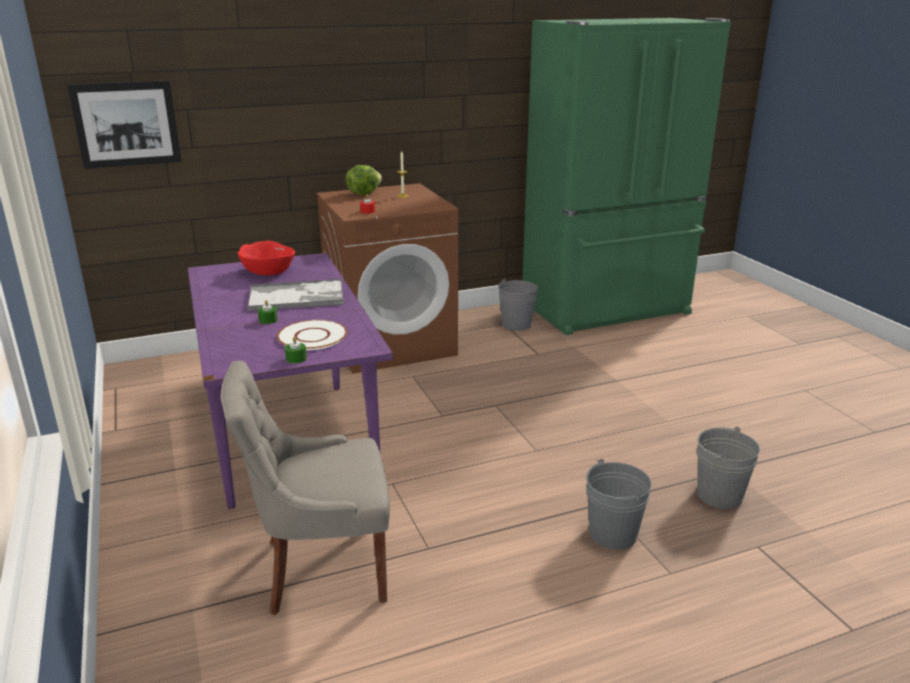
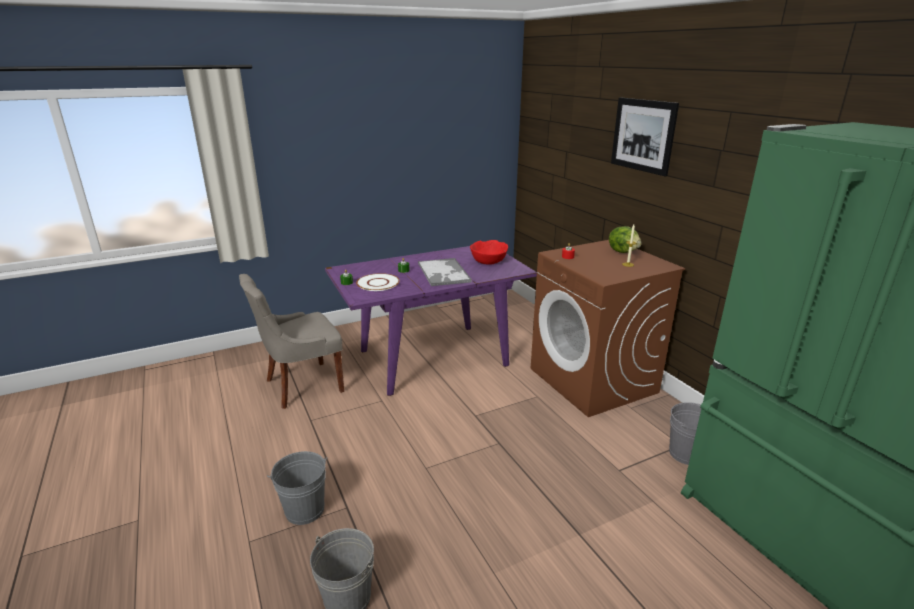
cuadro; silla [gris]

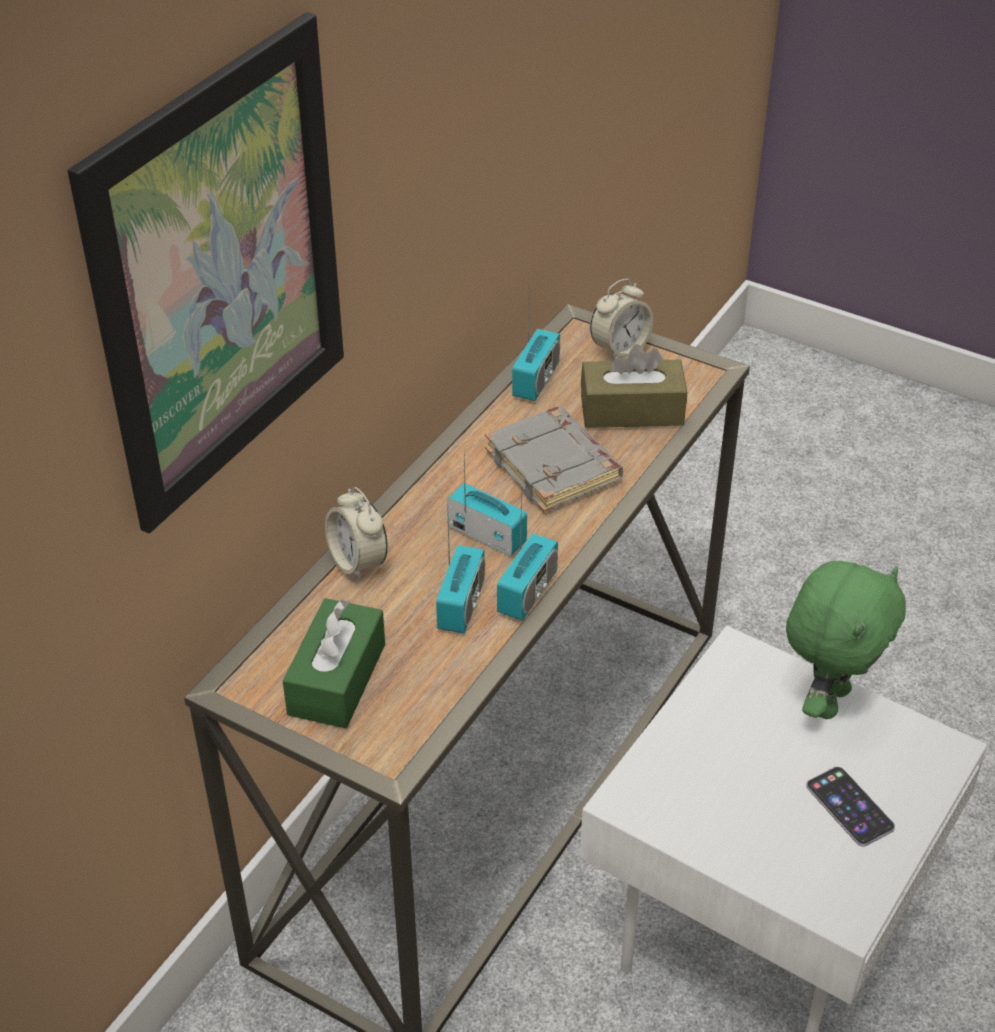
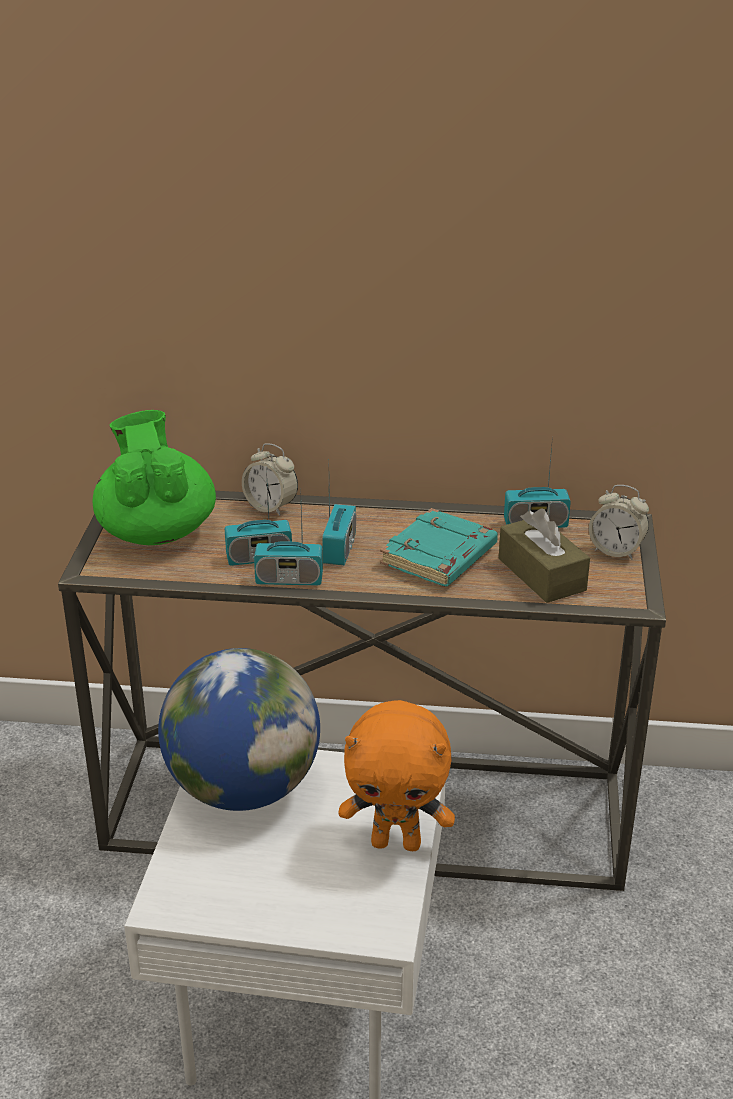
cuadro; libro [turquesa]; despertador (no. 1 from left); peluche [naranja]; tetera [verde]; móvil; globo terráqueo

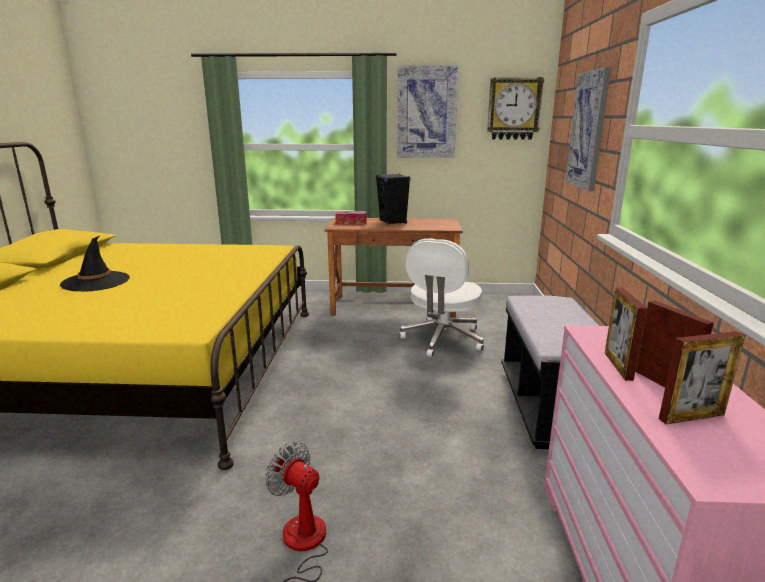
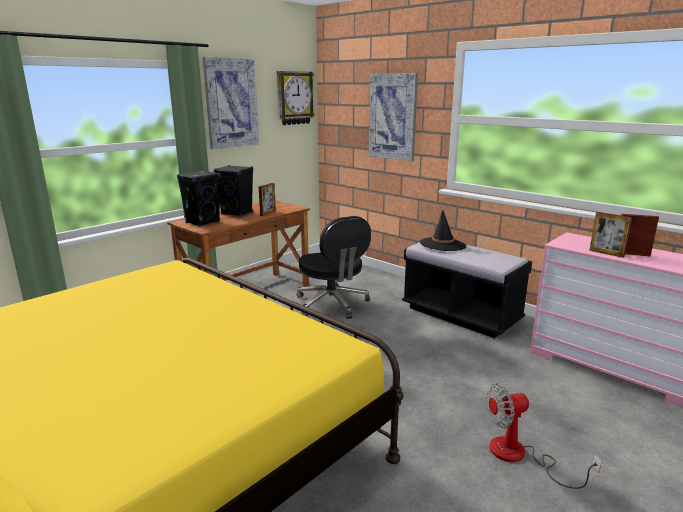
altavoz [negro] (no. 1 from left); sombrero [negro]; silla de oficina [negro]; portarretratos (no. 1 from left)

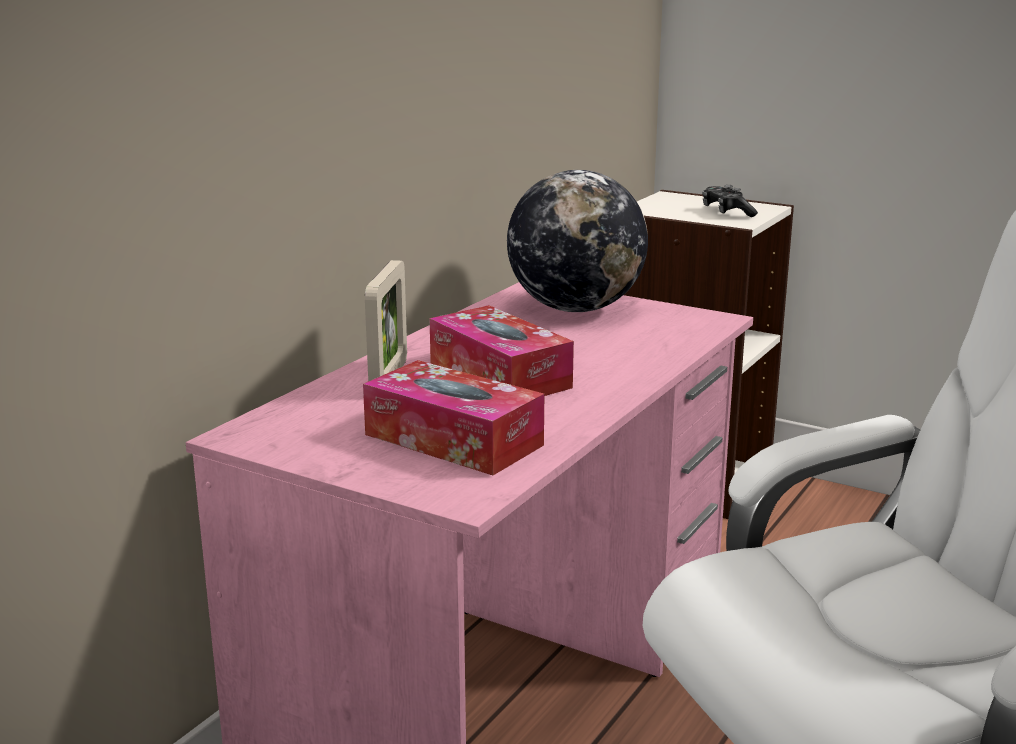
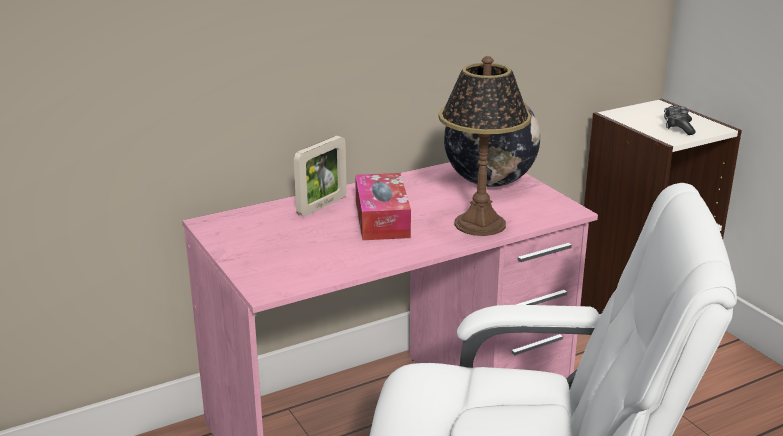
caja de pañuelos (no. 1 from left in the first image); lámpara de mesa

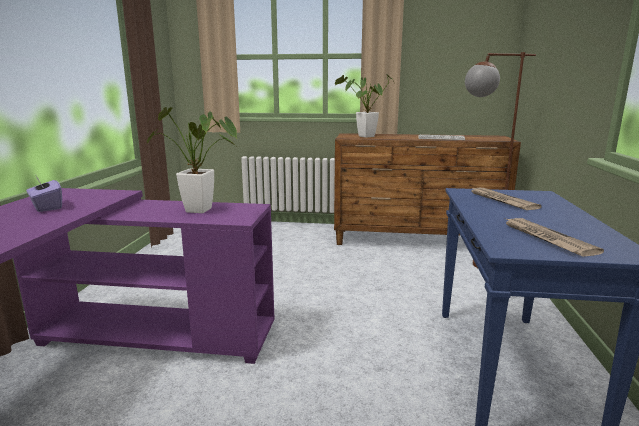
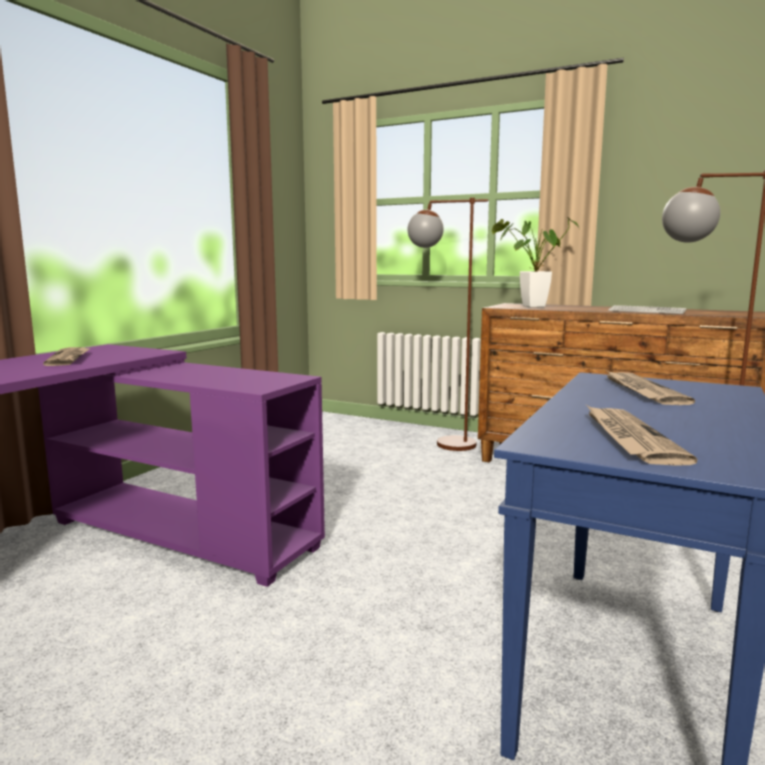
planta en maceta (no. 1 from left in the first image); periódico (no. 1 from left); lámpara de pie [marrón] (no. 1 from left)

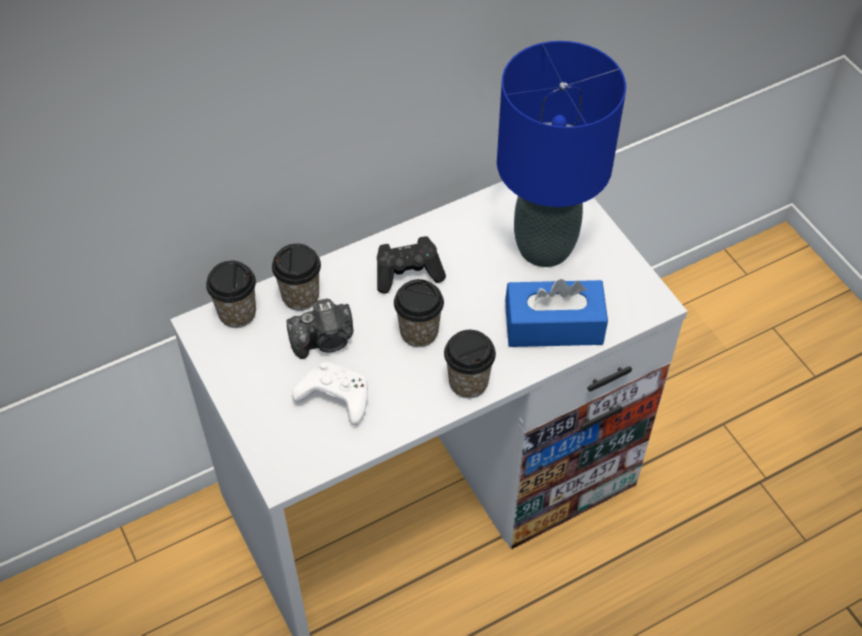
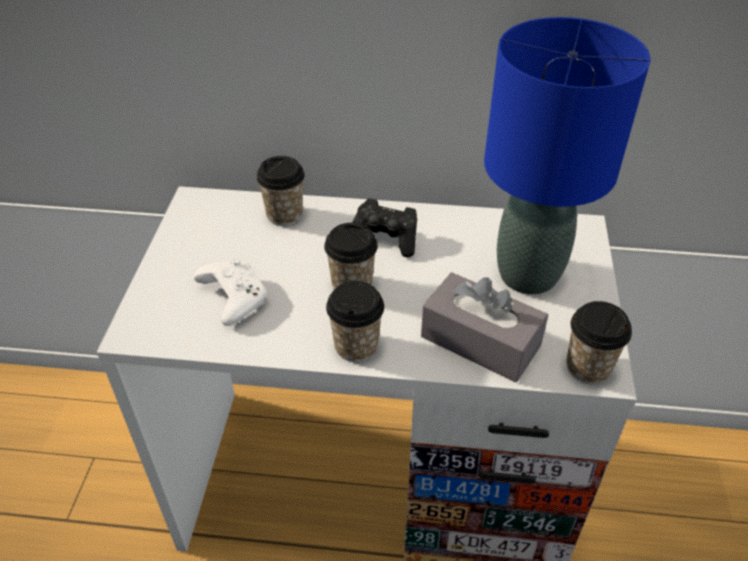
taza (no. 4 from left); caja de pañuelos [gris]; cámara

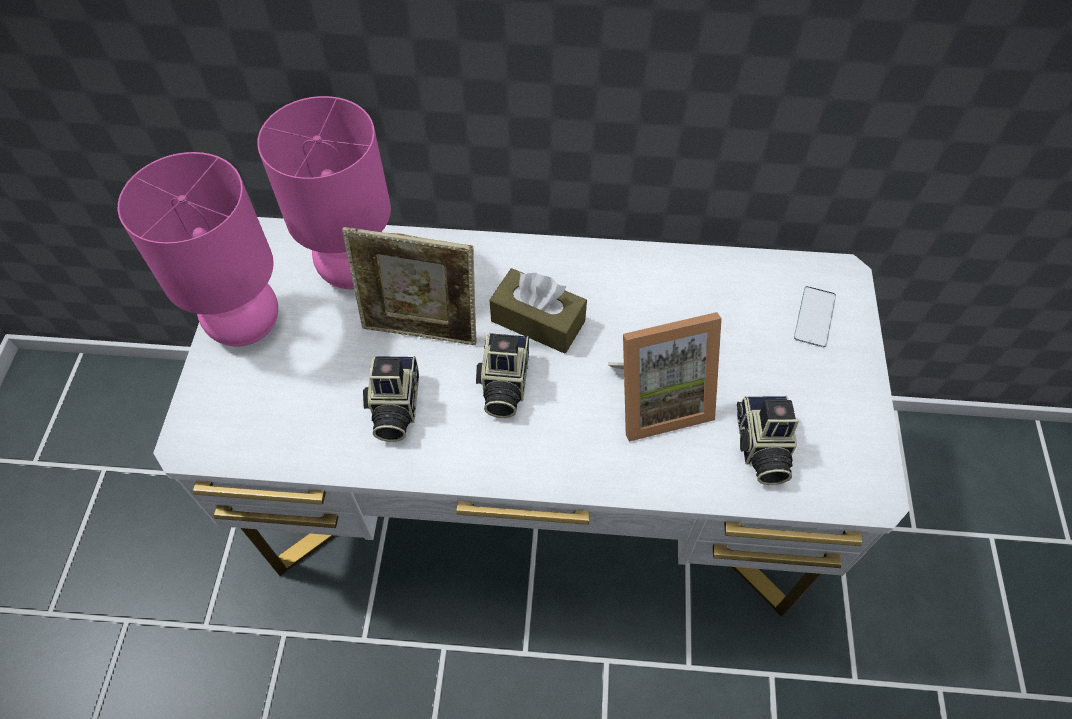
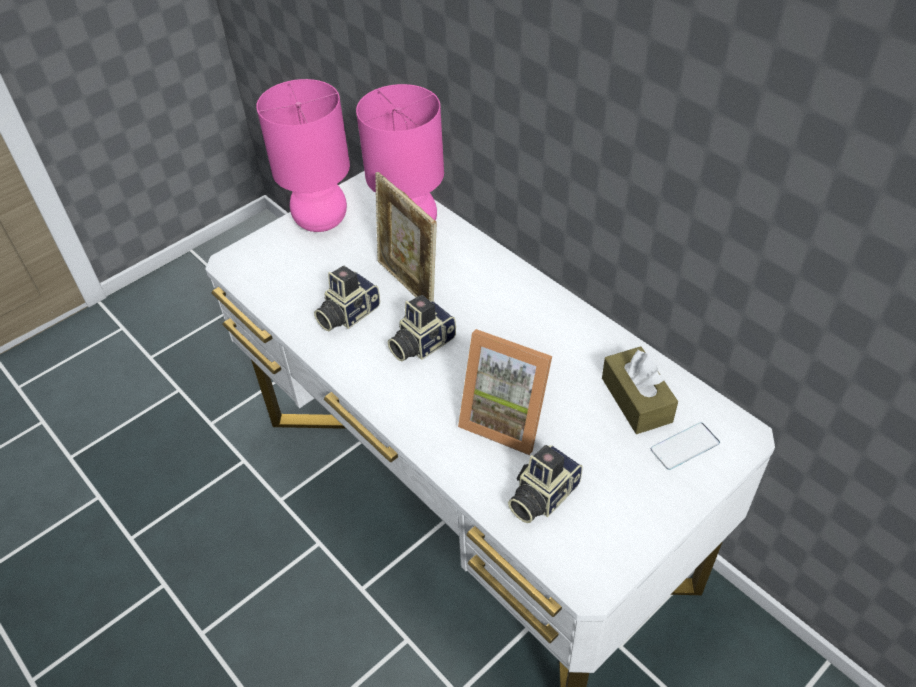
caja de pañuelos [marrón]

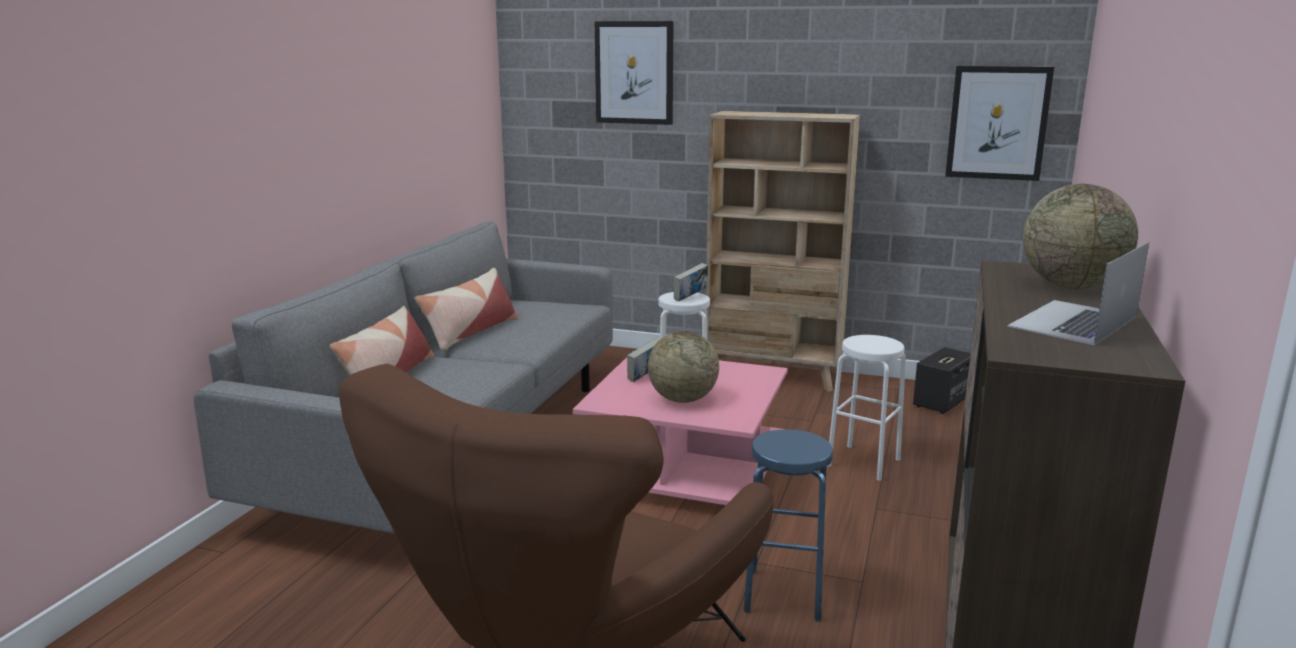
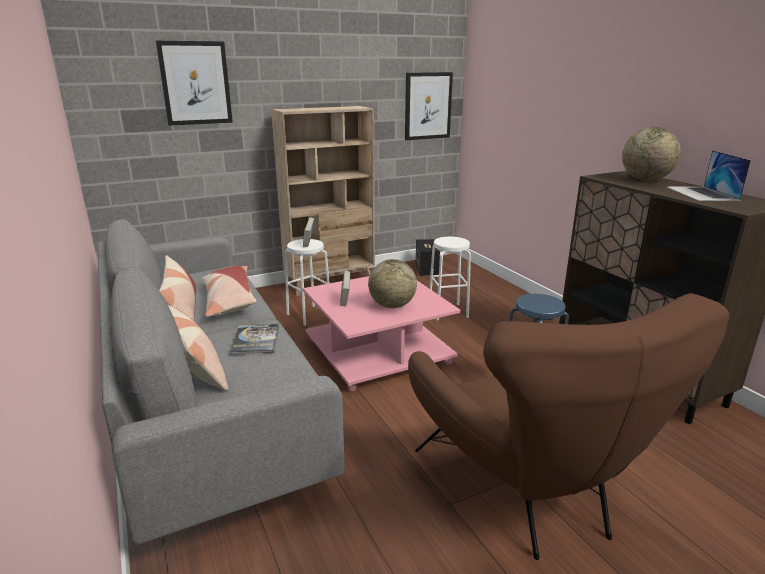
cojín (no. 3 from left); libro (no. 1 from left)

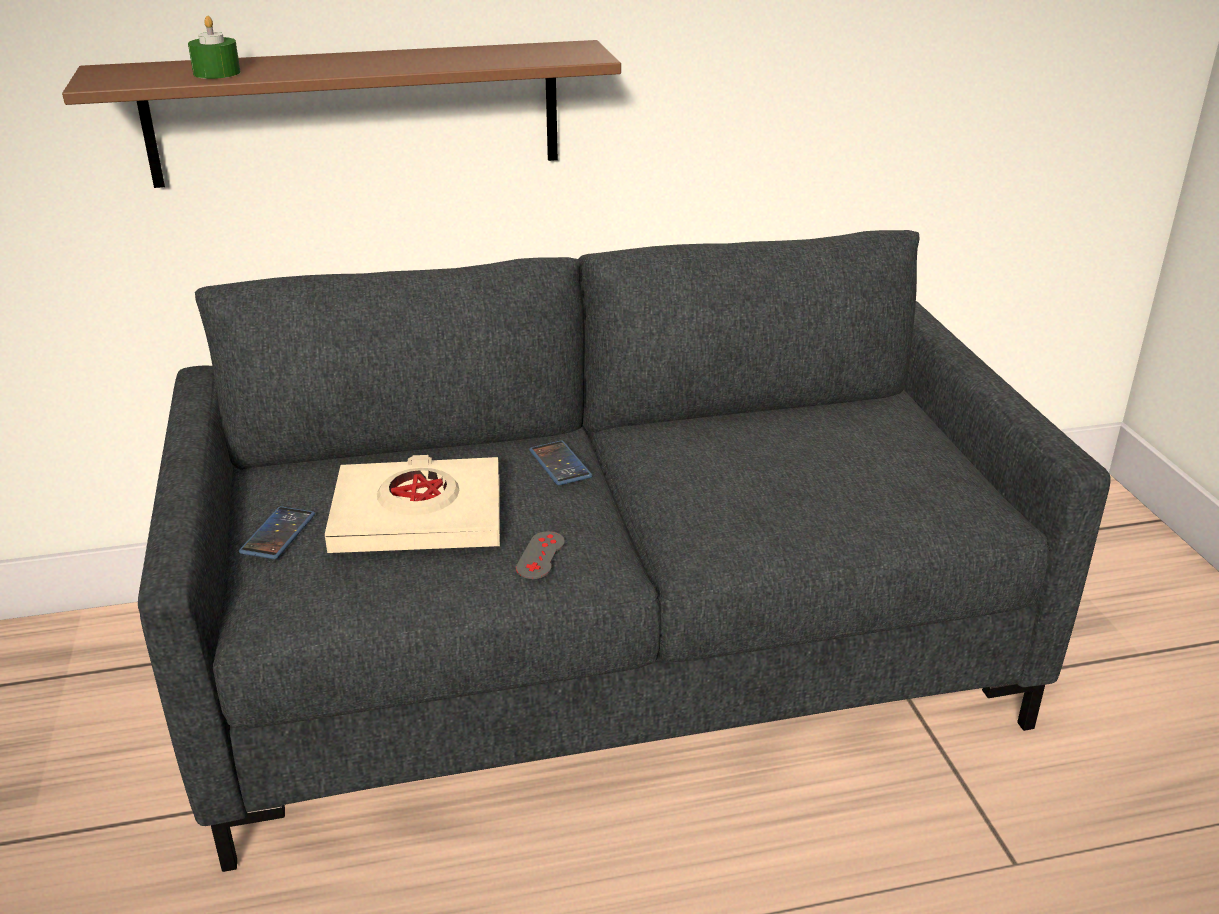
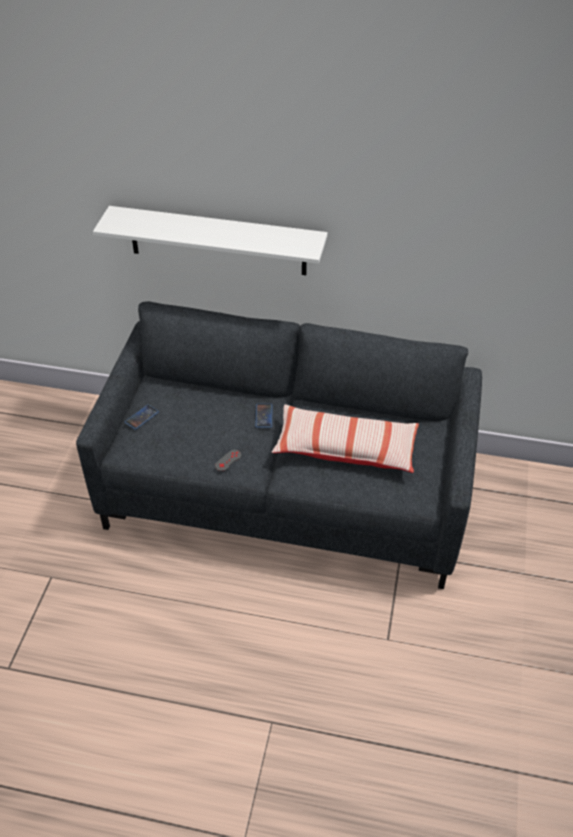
vela [verde]; estante [blanco]; libro [beis]; cojín

